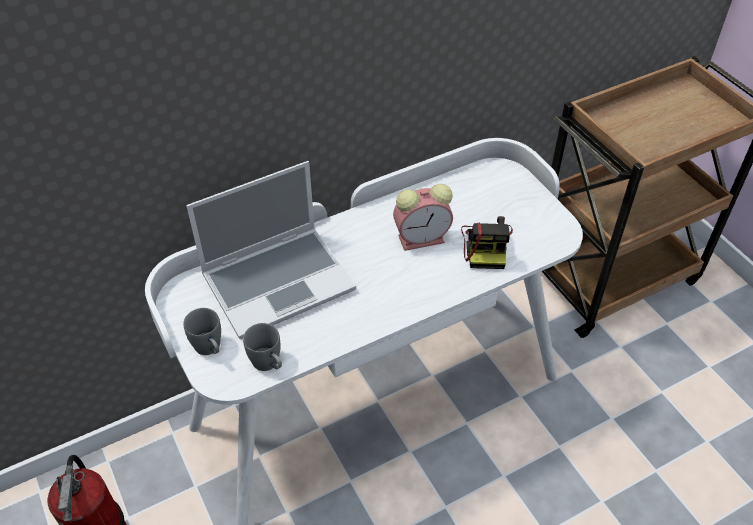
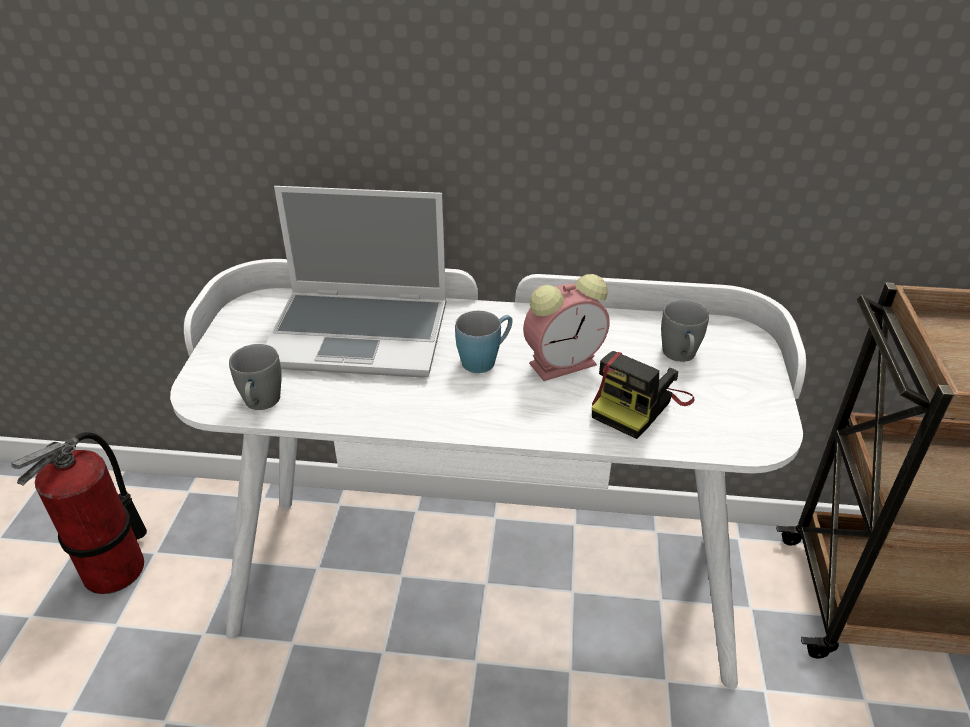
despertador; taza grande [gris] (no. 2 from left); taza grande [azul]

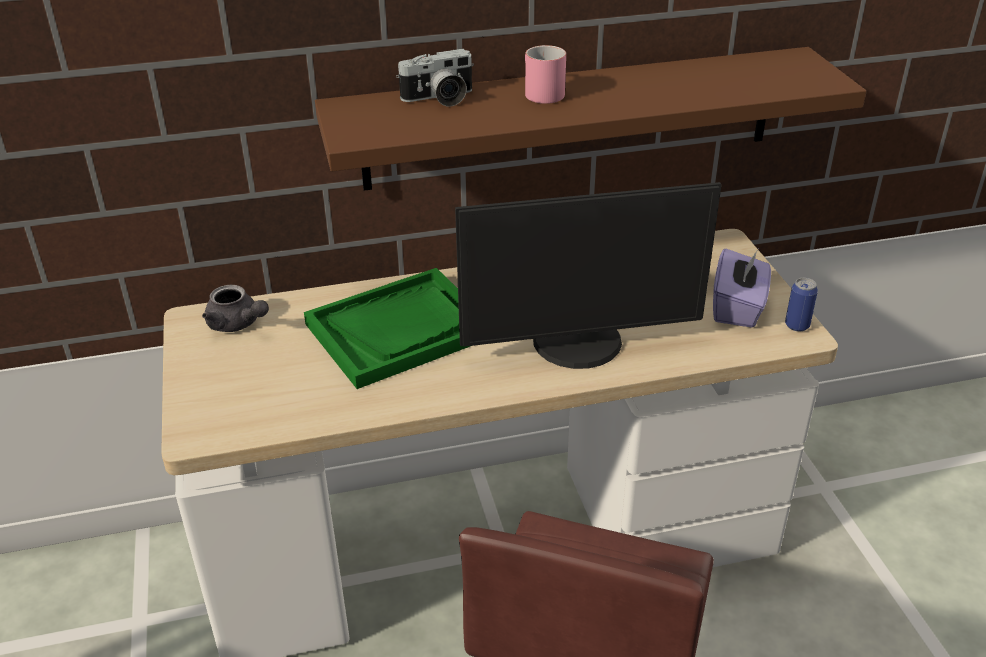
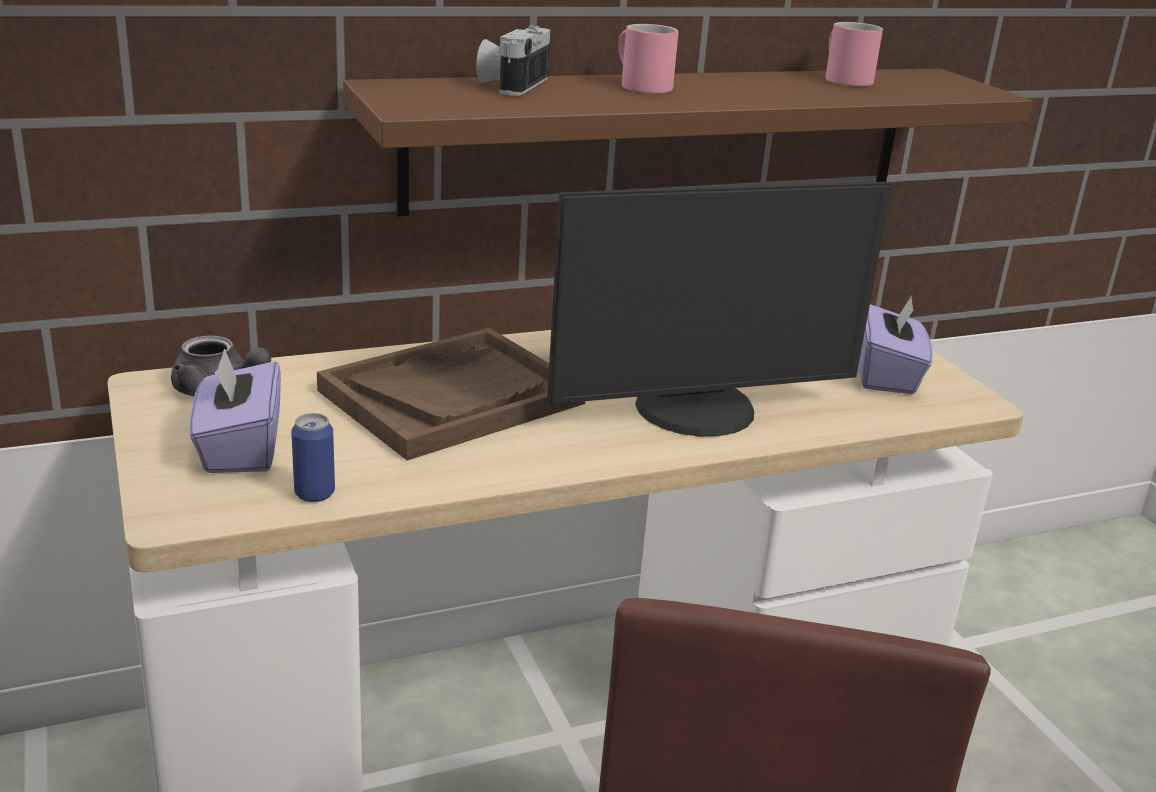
cámara; bandeja [marrón]; lata; taza grande [rosa] (no. 2 from left); caja de pañuelos [morado] (no. 1 from left)

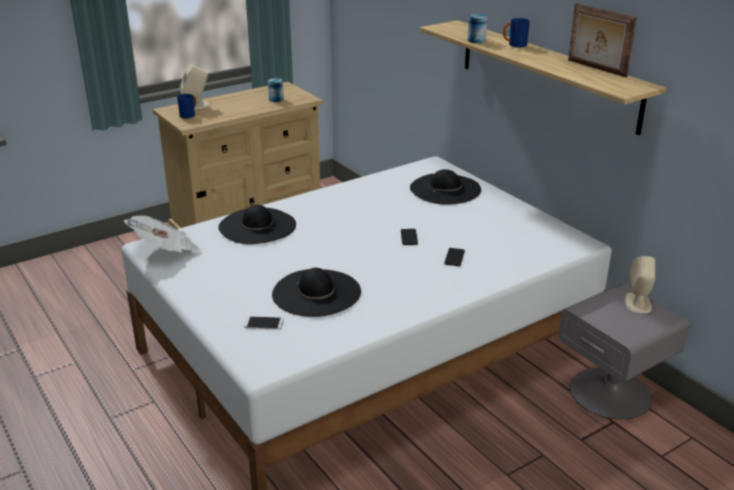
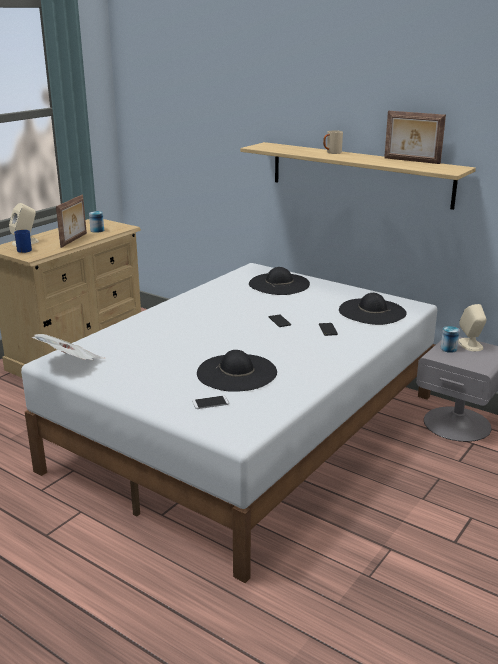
lata (no. 2 from left); taza grande [beis]; sombrero [negro] (no. 3 from left); portarretratos (no. 1 from left)

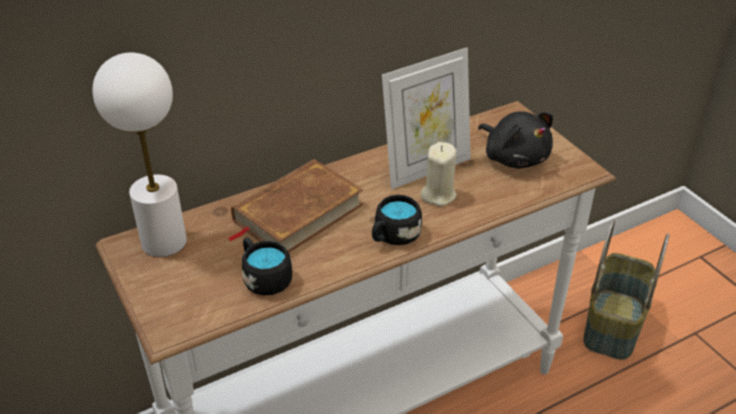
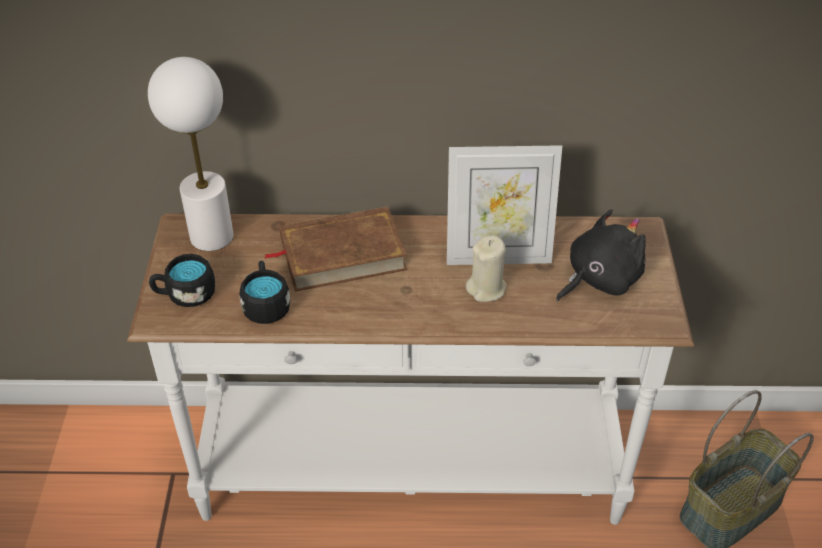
peluche [negro]; taza grande [negro] (no. 1 from left)

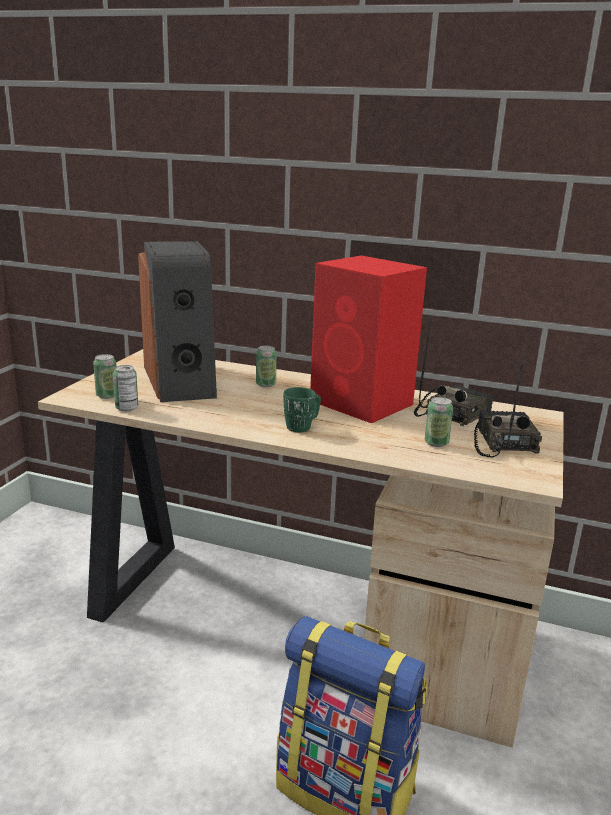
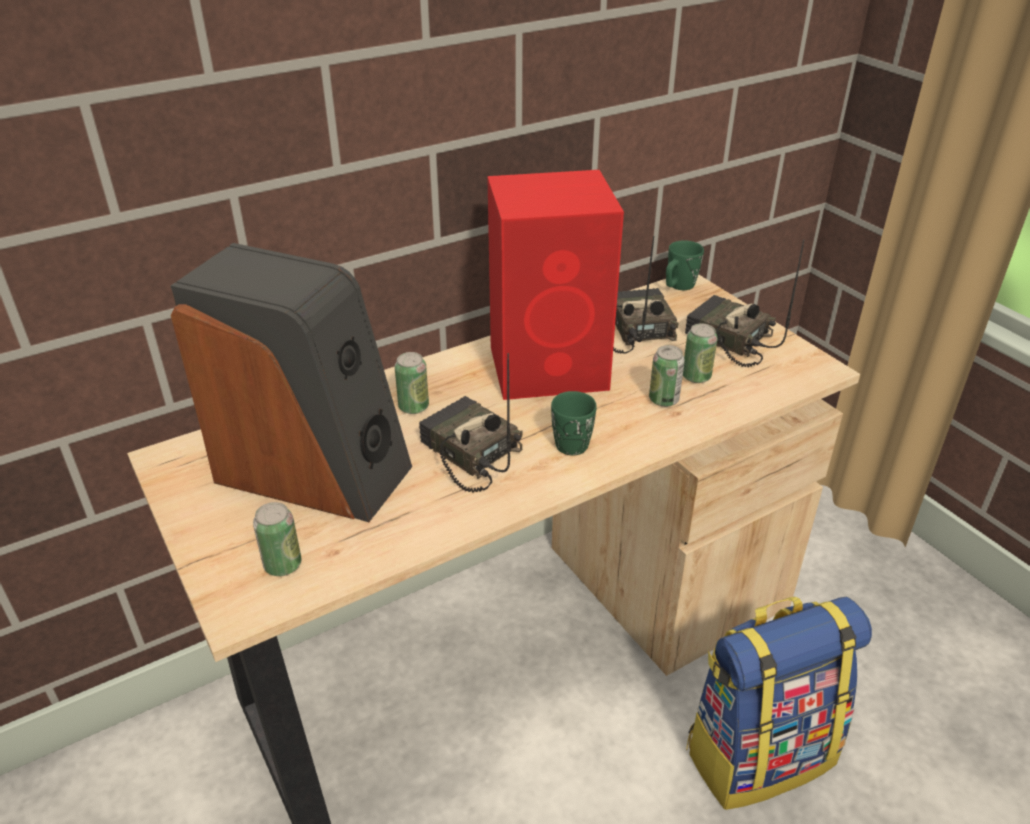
lata (no. 3 from left); taza grande [verde] (no. 2 from left); radio (no. 1 from left)

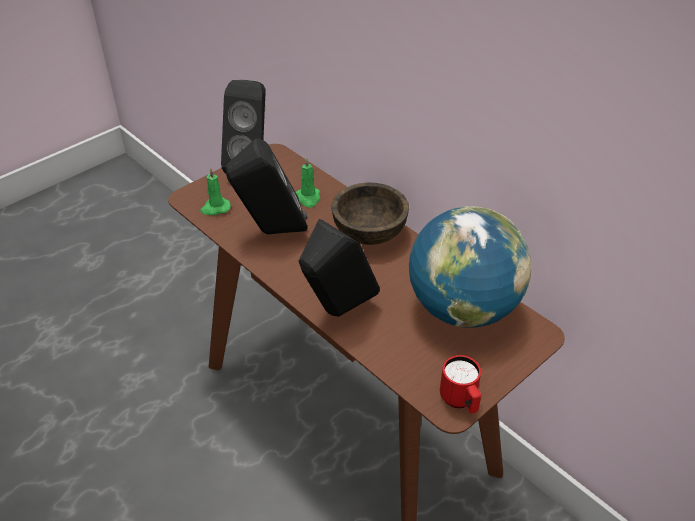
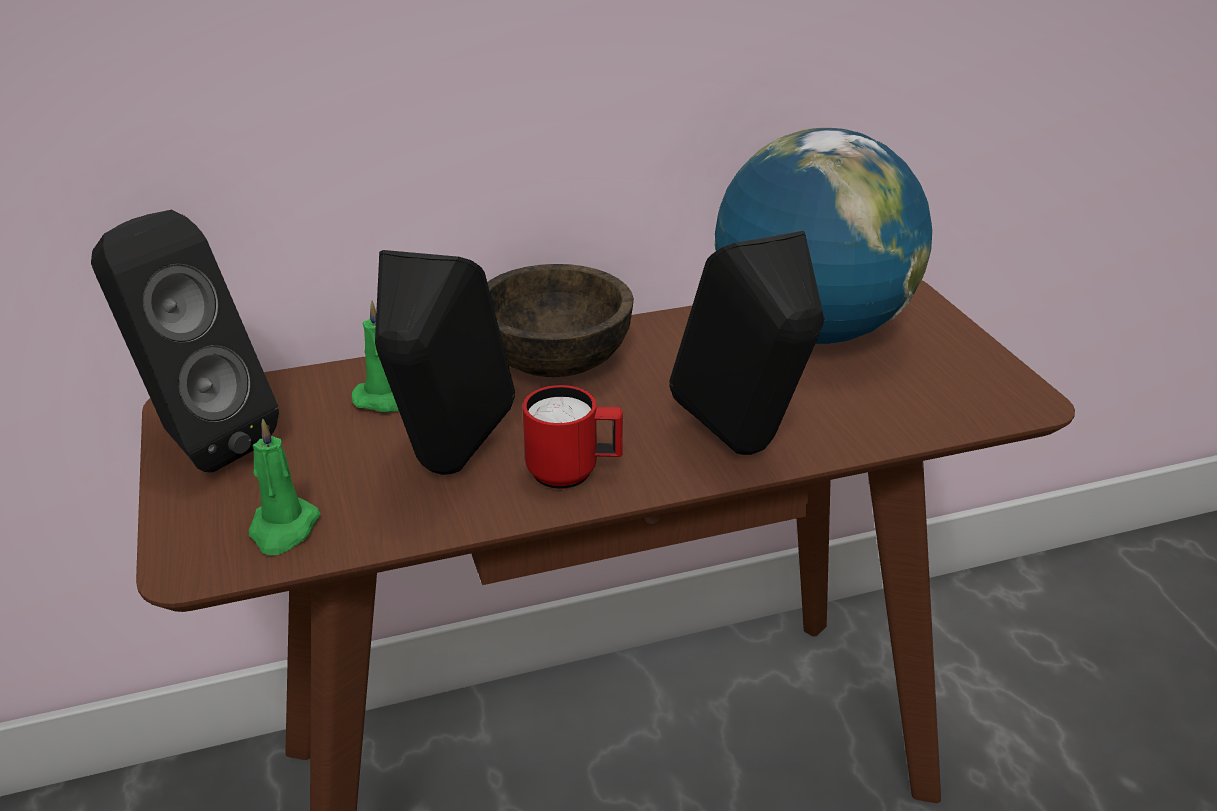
taza grande [rojo]

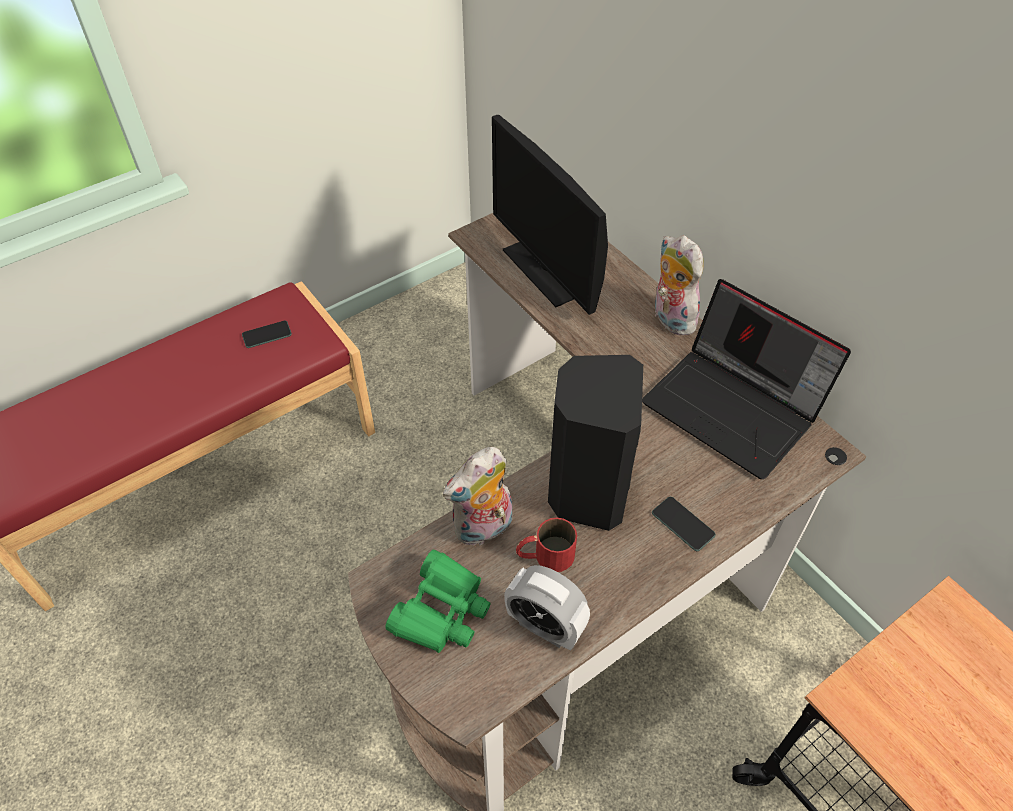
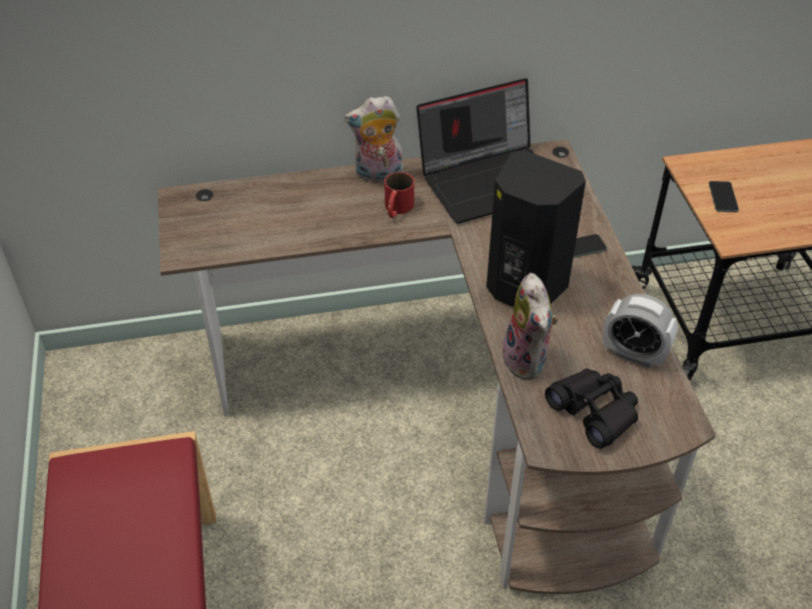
monitor; móvil (no. 2 from left); taza grande [rojo]; prismáticos [negro]; despertador

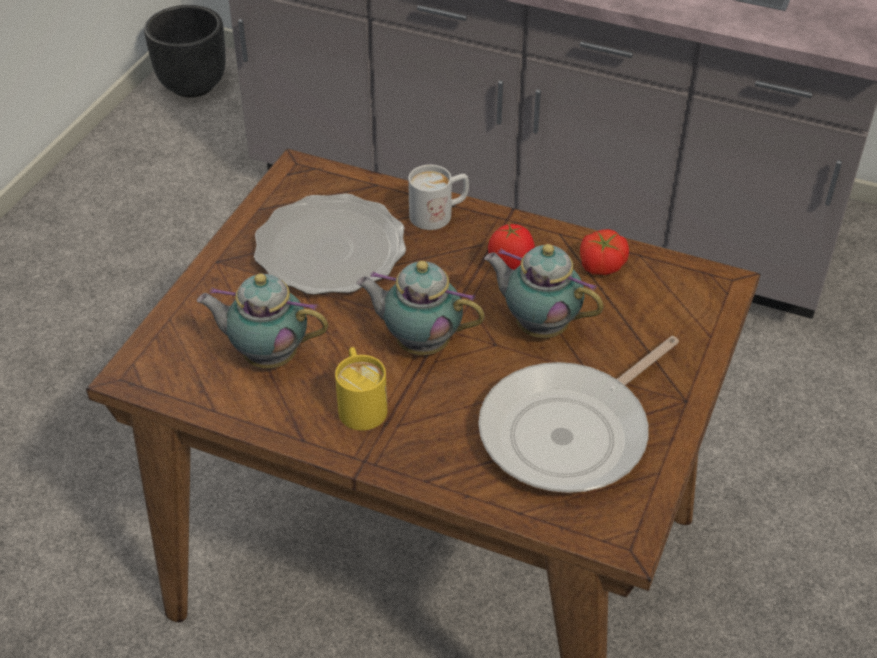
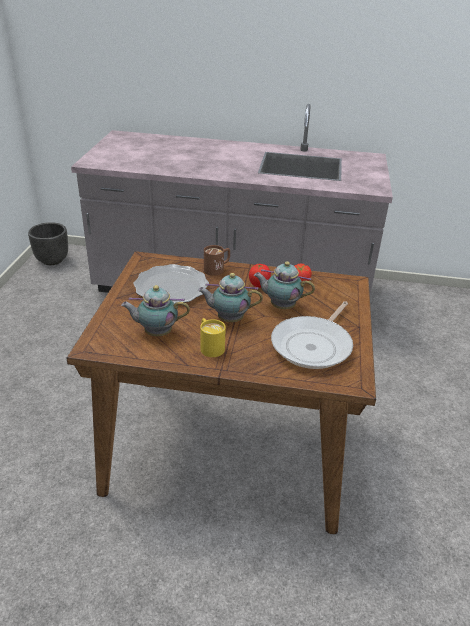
taza grande [marrón]

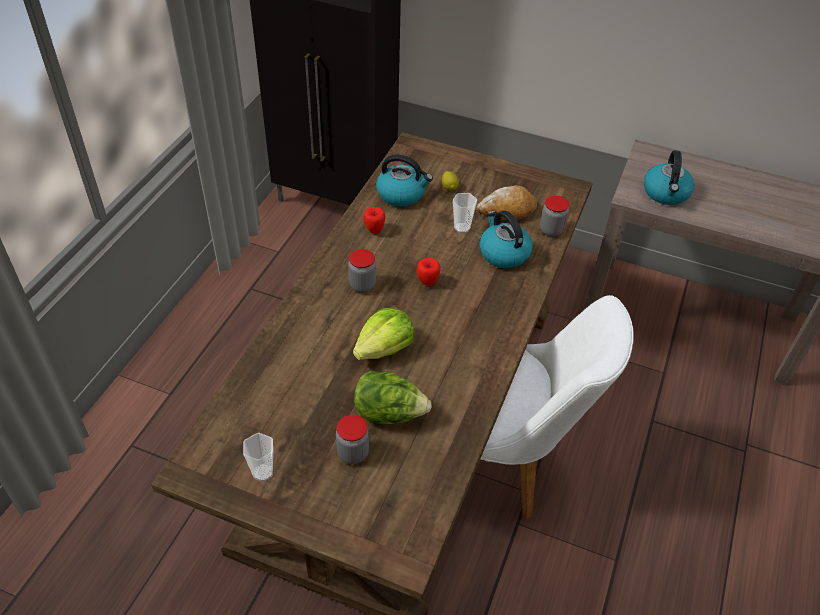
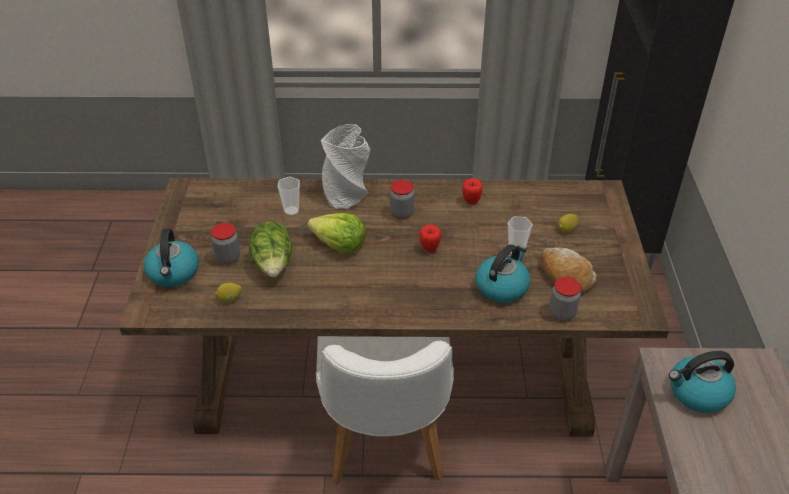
hervidor (no. 1 from left); taza (no. 1 from left); florero [gris]; limón (no. 1 from left)

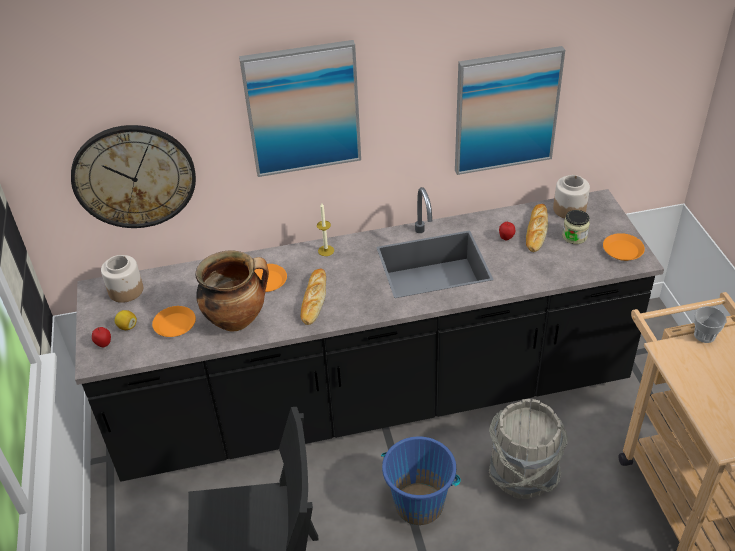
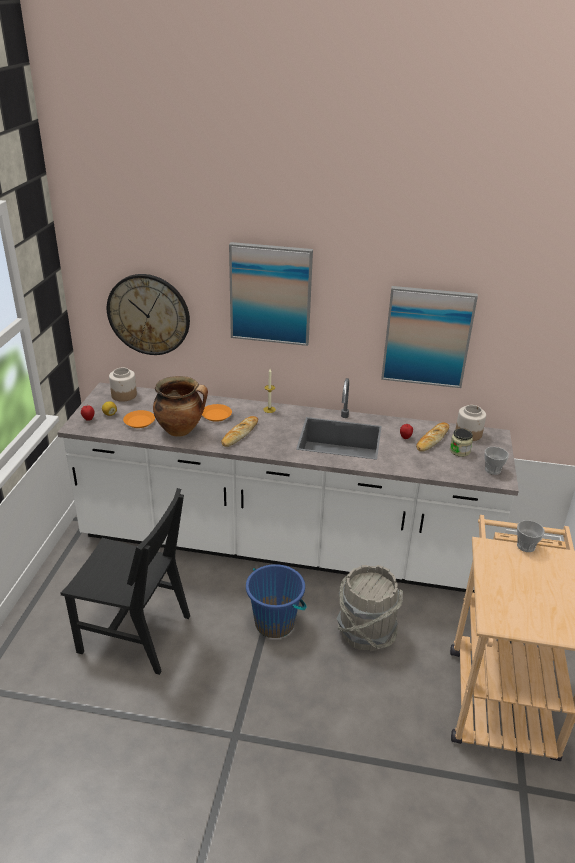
mueble bajo de cocina [blanco]; taza (no. 1 from left)

